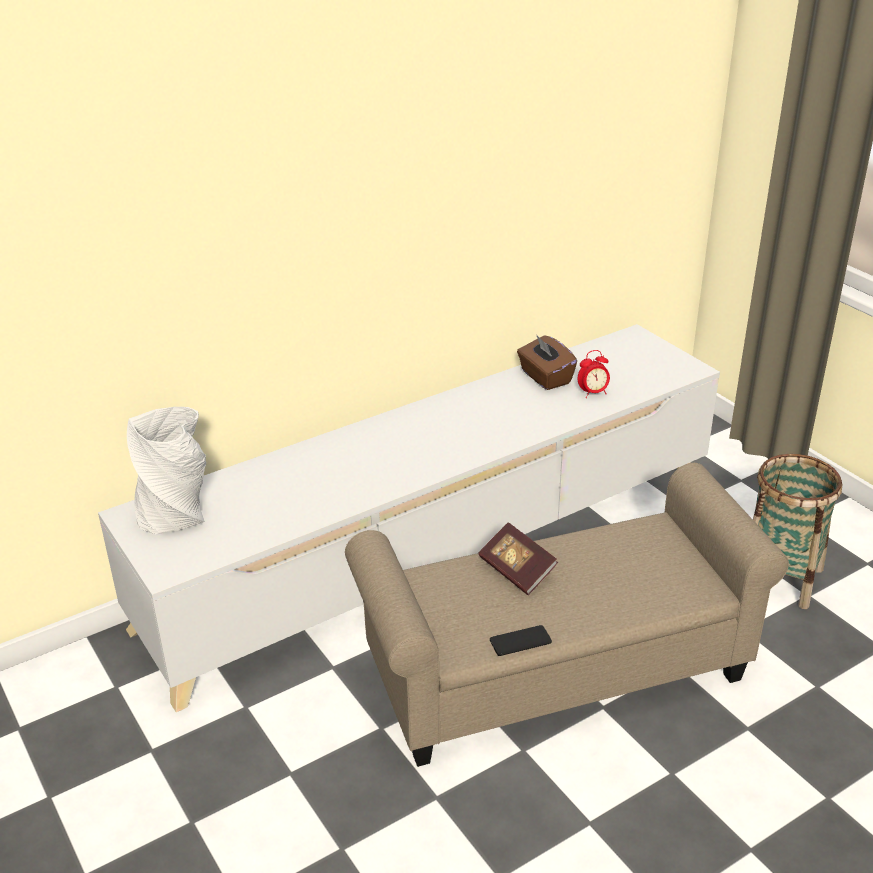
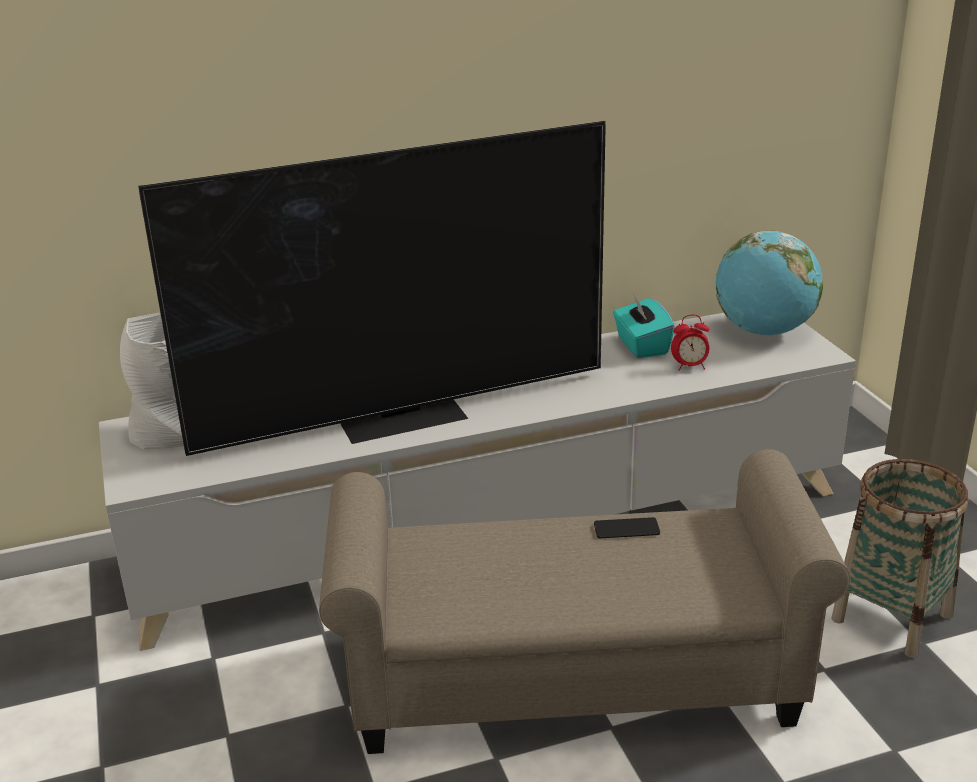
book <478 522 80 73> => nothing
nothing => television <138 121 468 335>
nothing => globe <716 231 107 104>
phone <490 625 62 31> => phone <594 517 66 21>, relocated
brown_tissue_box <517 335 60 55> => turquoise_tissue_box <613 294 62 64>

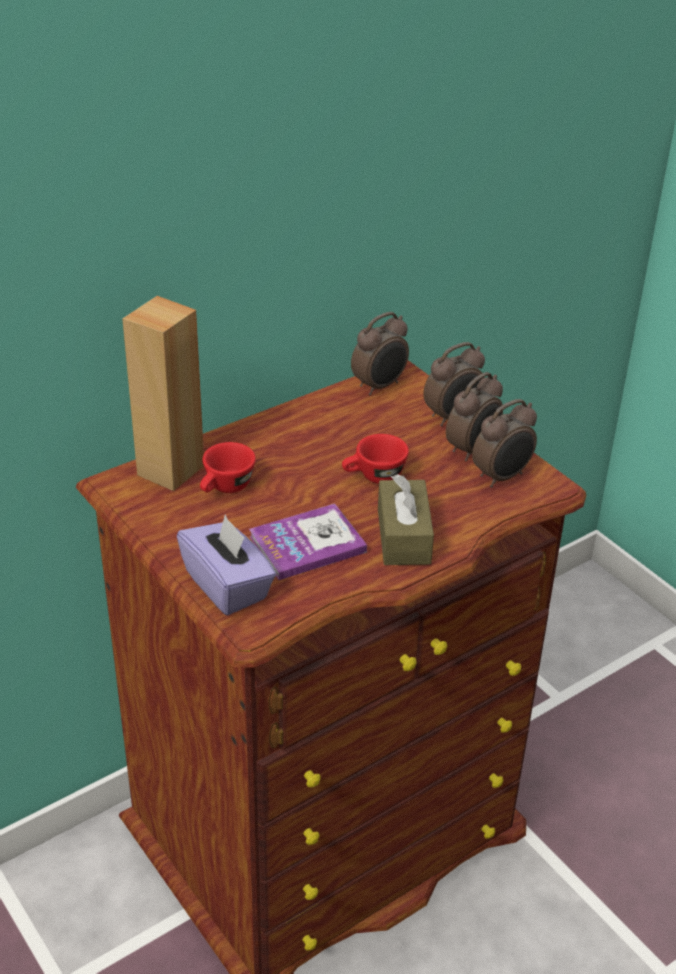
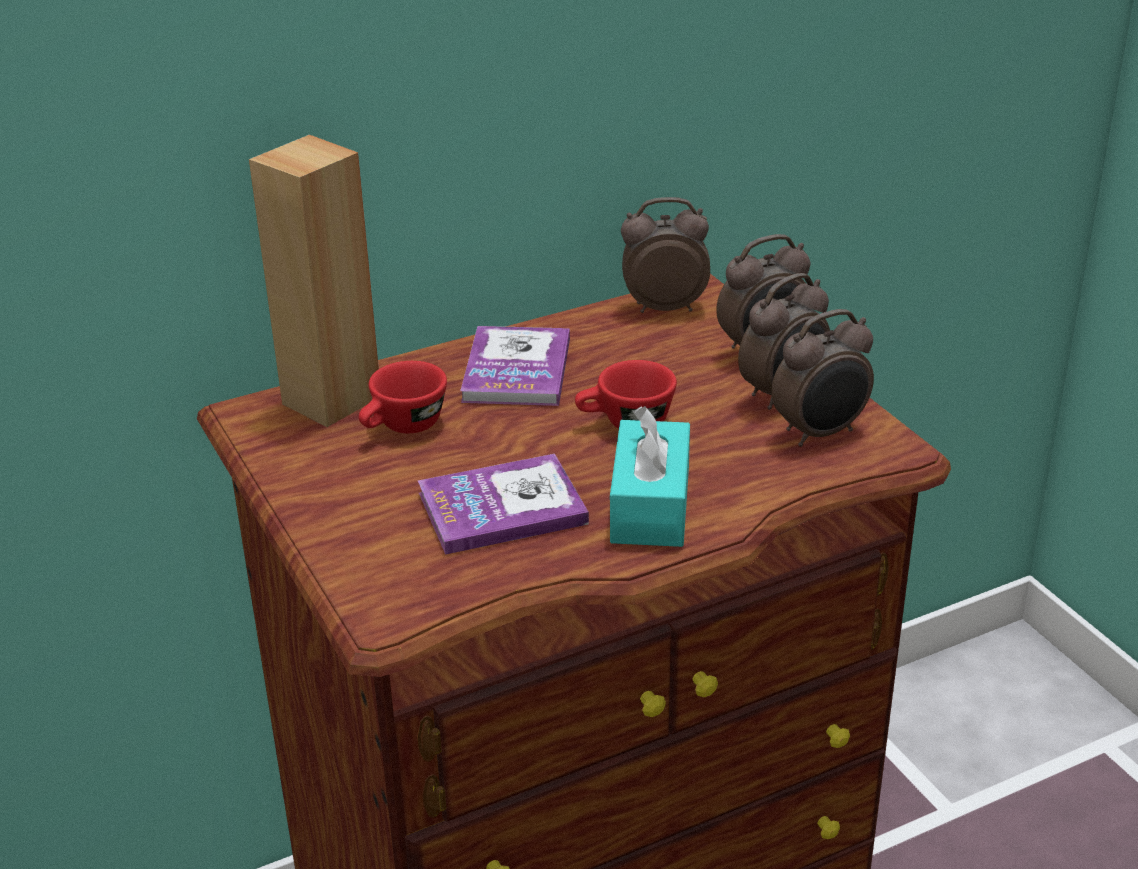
purple_tissue_box <177 514 99 101> => nothing
nothing => book <460 326 110 80>
brown_tissue_box <378 474 56 91> => turquoise_tissue_box <610 406 80 141>
alarm_clock <351 312 58 84> => alarm_clock <621 197 89 116>, 150 degrees counterclockwise

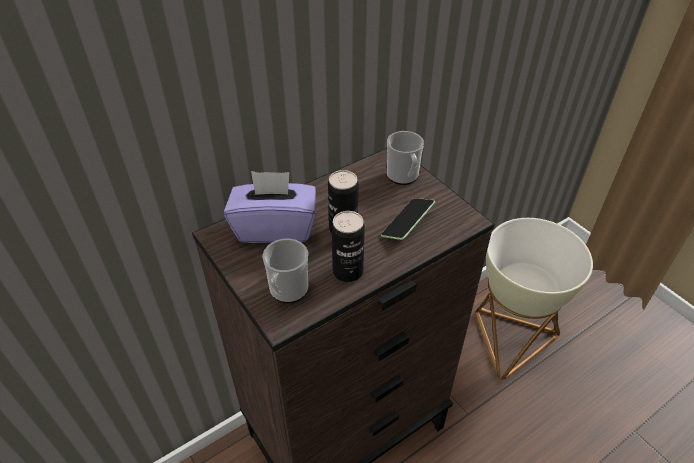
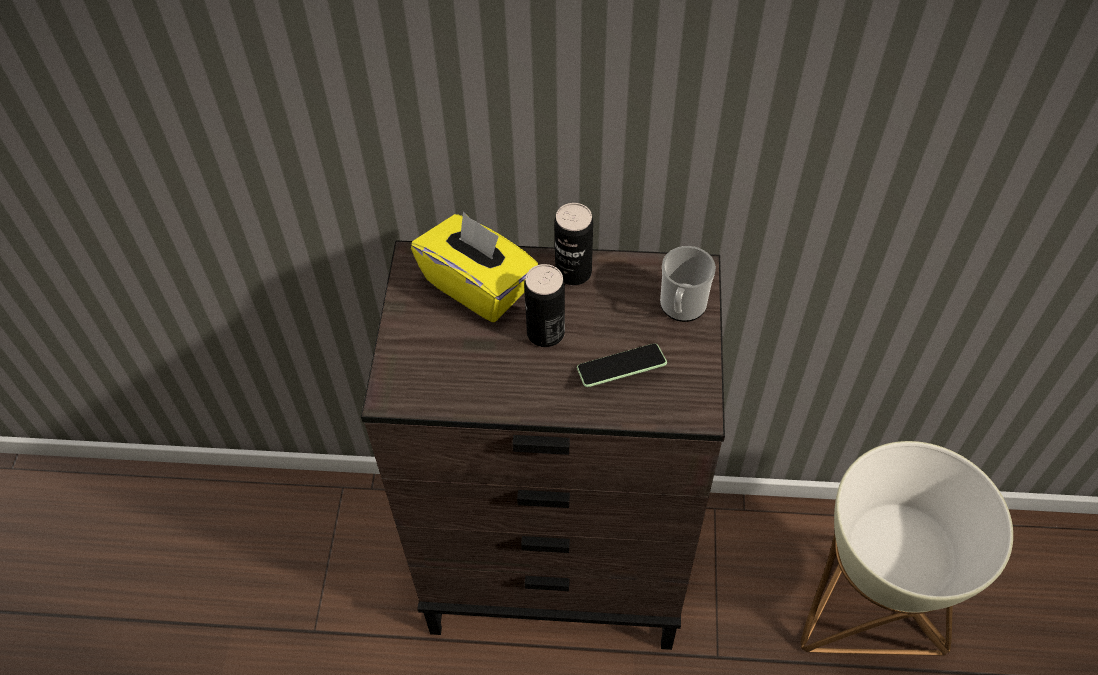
mug <263 239 45 64> => nothing
can <332 211 33 71> => can <555 203 38 82>, relocated
purple_tissue_box <224 171 92 72> => yellow_tissue_box <411 211 127 111>

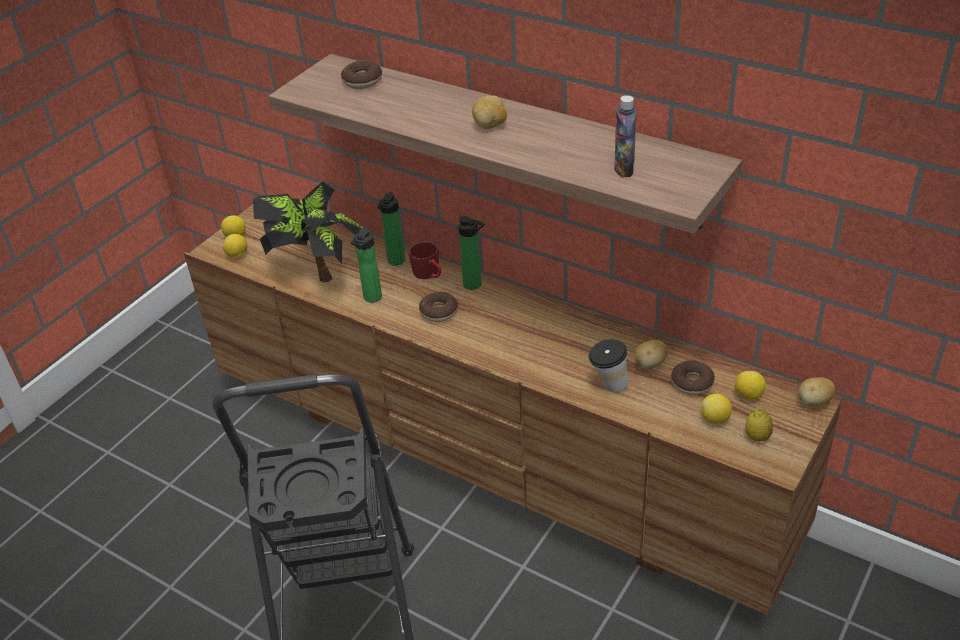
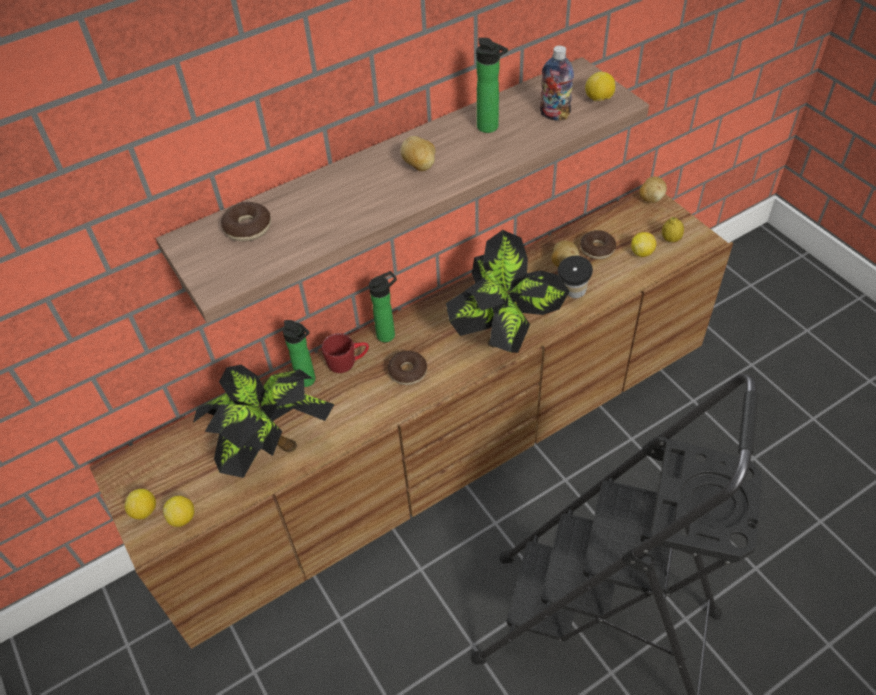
nothing => potted_plant <446 230 124 123>
bottle <351 227 31 76> => bottle <476 38 32 95>, relocated
lemon <735 371 31 29> => lemon <585 72 30 29>, relocated

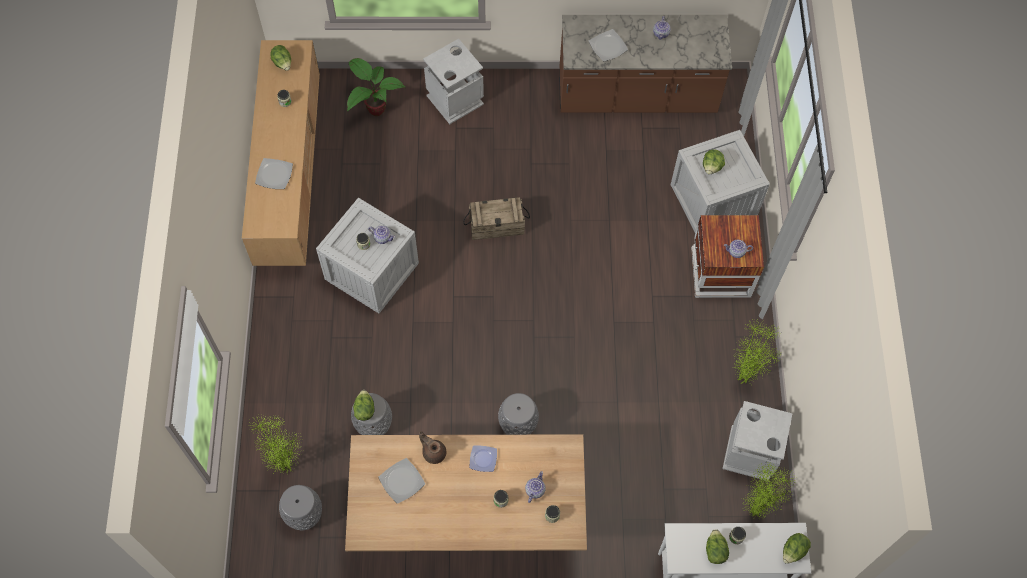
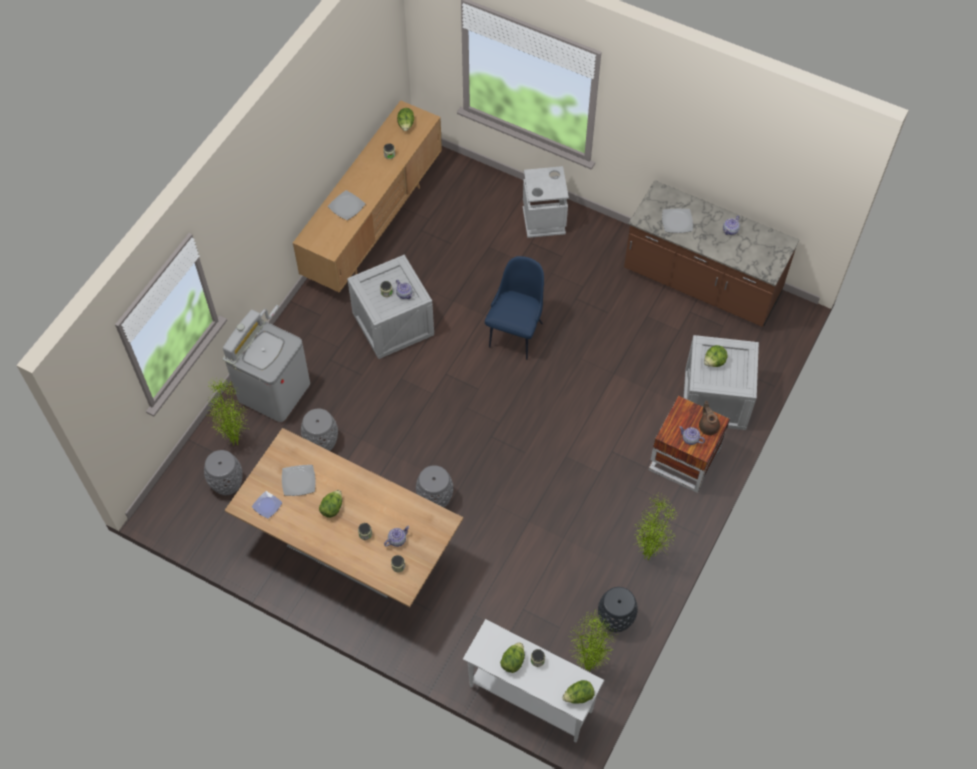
potted_plant <347 58 58 58> => nothing
nothing => grey_washing_machine <223 305 87 117>
lettuce <353 390 22 31> => lettuce <319 490 23 28>, relocated
brown_teapot <419 431 27 33> => brown_teapot <699 401 21 34>, relocated
plate <470 445 27 27> => plate <252 491 30 28>, relocated
crate <464 197 66 43> => blue_chair <485 256 59 104>
grey_trash_can <722 401 71 80> => black_stool <598 587 40 45>

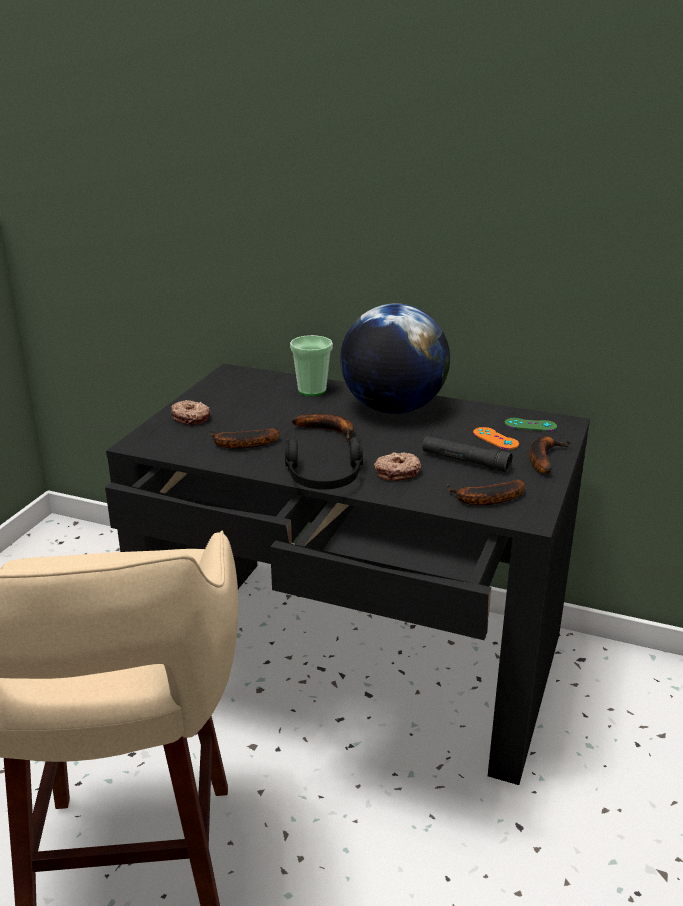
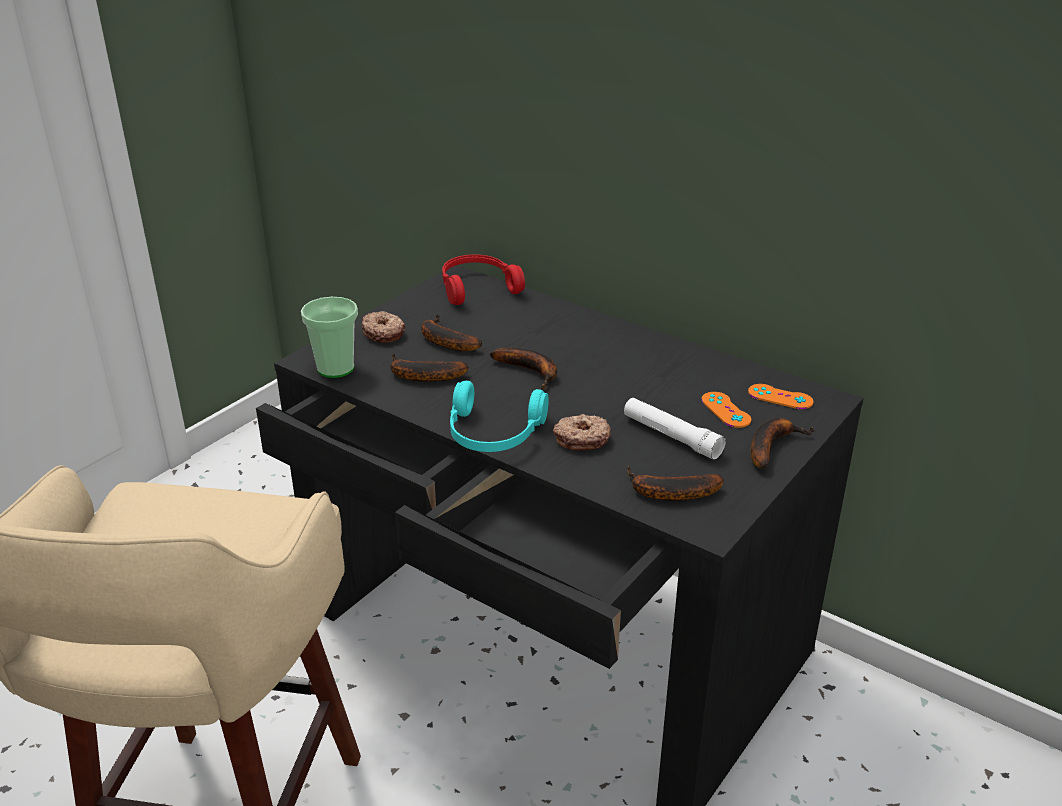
globe <340 304 110 110> => nothing
nothing => banana <421 315 61 36>
nothing => red_headphones <442 254 83 51>
cup <290 335 43 61> => cup <301 297 57 81>, relocated
black_headphones <285 437 78 52> => turquoise_headphones <450 381 99 71>
black_flashlight <422 436 90 37> => white_flashlight <624 398 102 62>
green_game_controller <505 418 52 13> => orange_game_controller <748 384 66 25>

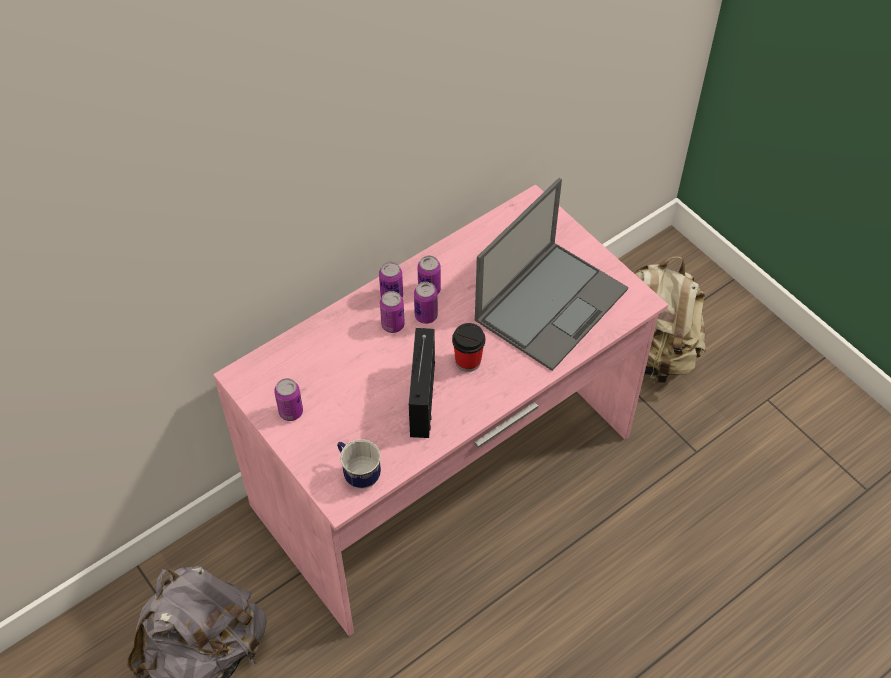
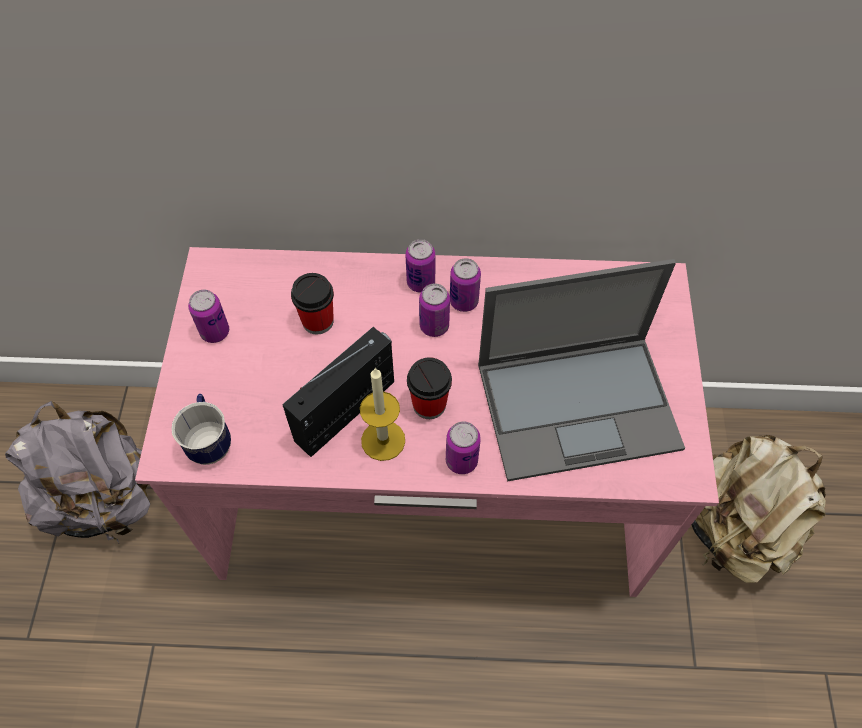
nothing => cup <291 273 43 62>
nothing => candle <360 368 45 93>
can <380 291 25 42> => can <446 422 35 52>, relocated

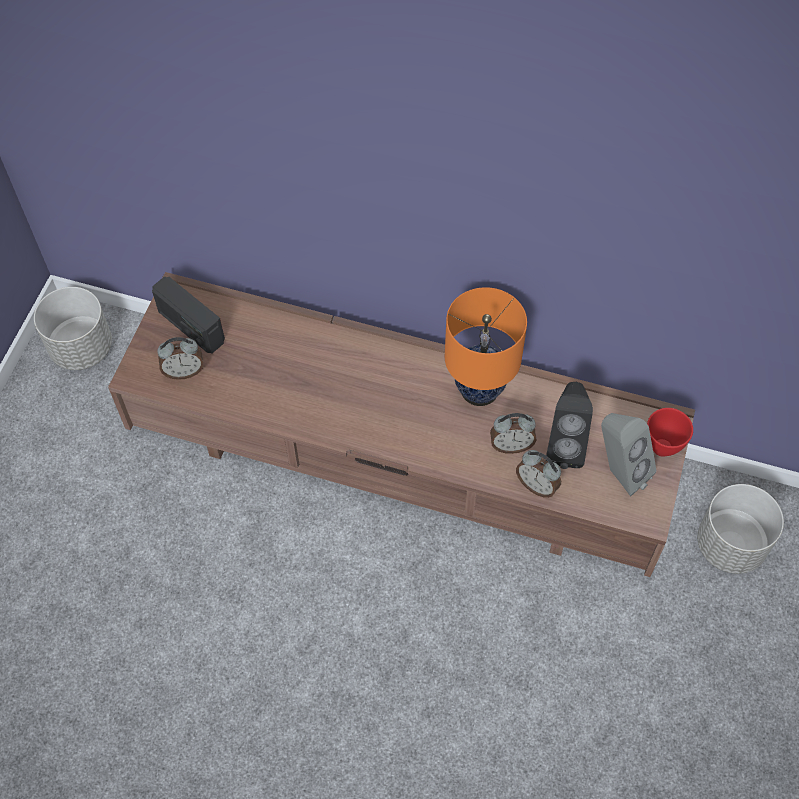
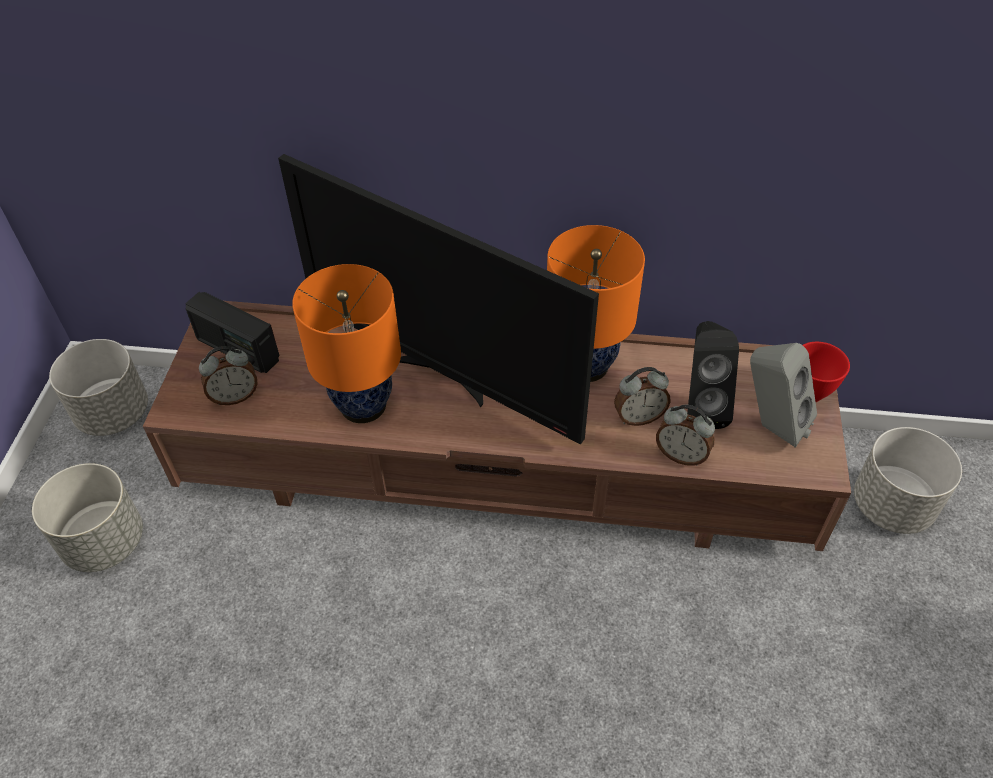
nothing => grey_planter <32 463 111 109>
nothing => television <278 154 321 290>
nothing => orange_table_lamp <292 264 109 159>

